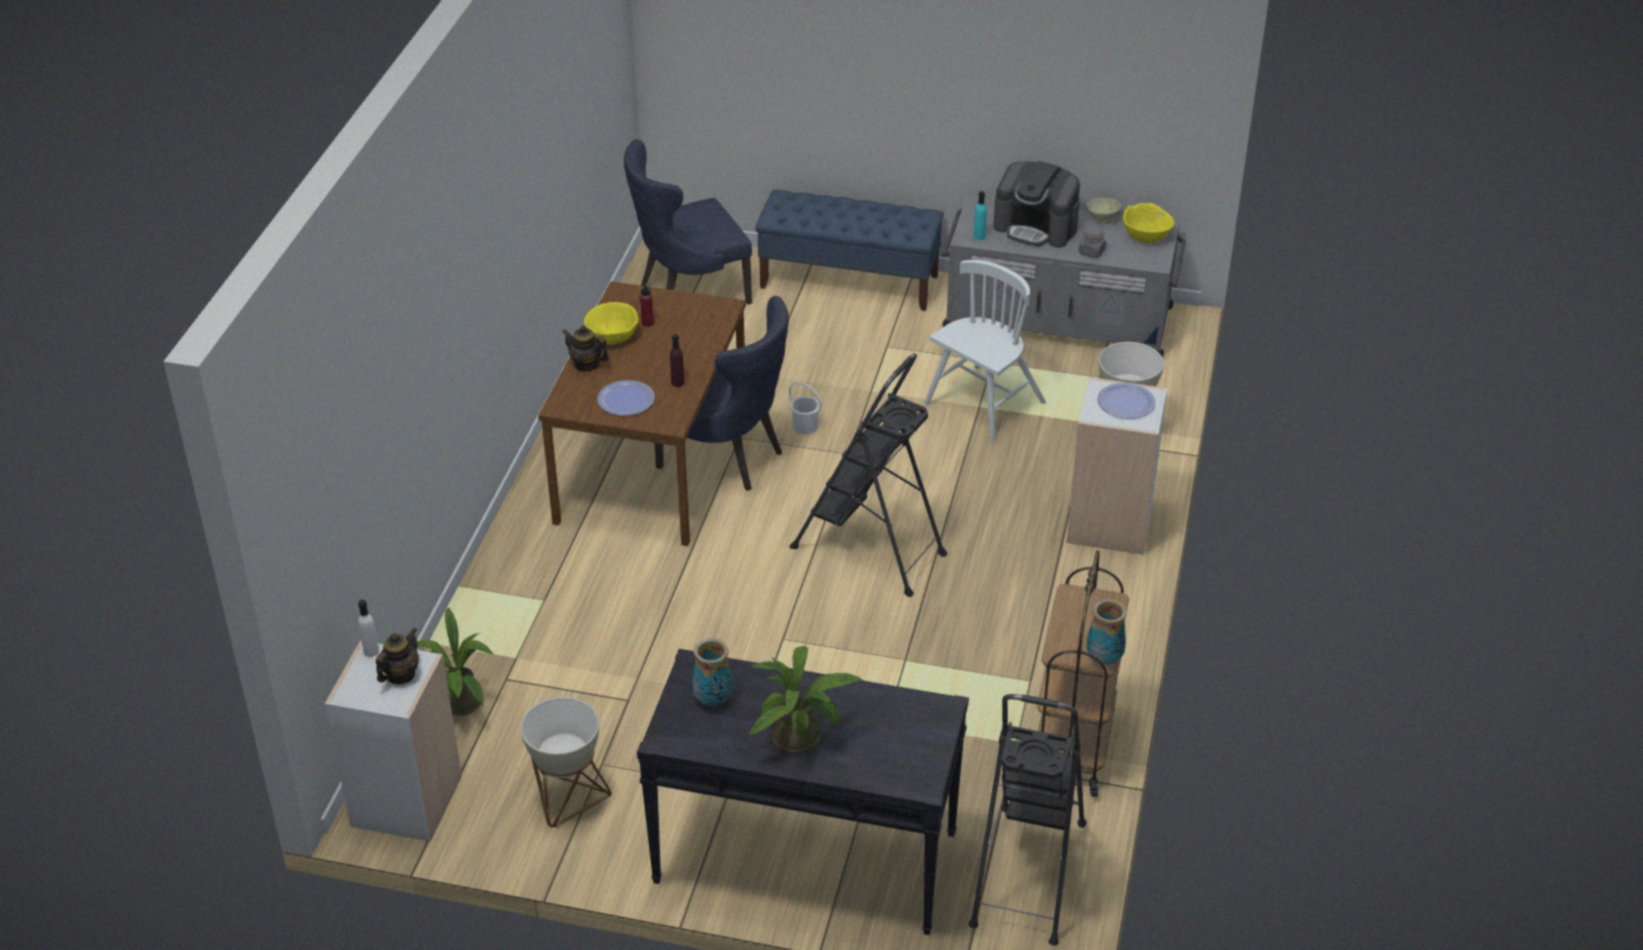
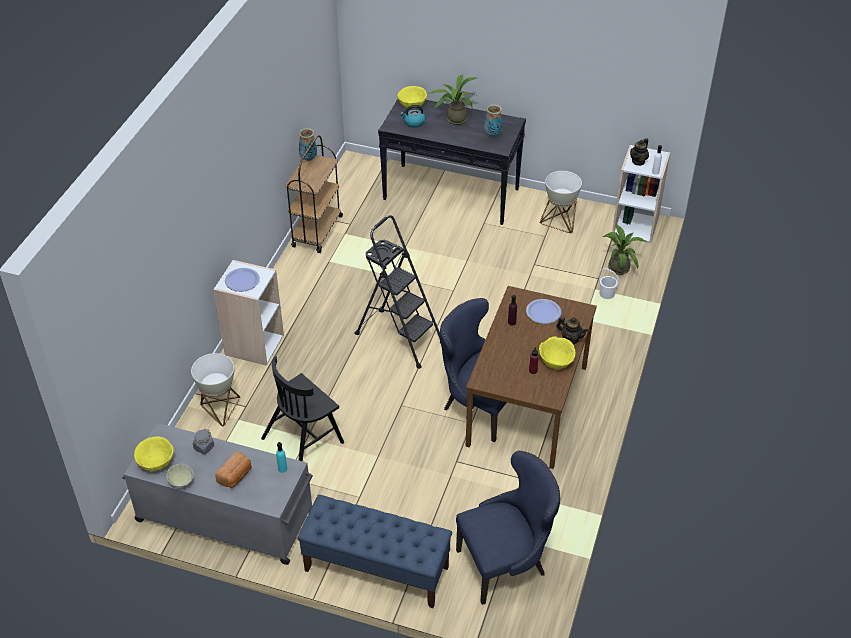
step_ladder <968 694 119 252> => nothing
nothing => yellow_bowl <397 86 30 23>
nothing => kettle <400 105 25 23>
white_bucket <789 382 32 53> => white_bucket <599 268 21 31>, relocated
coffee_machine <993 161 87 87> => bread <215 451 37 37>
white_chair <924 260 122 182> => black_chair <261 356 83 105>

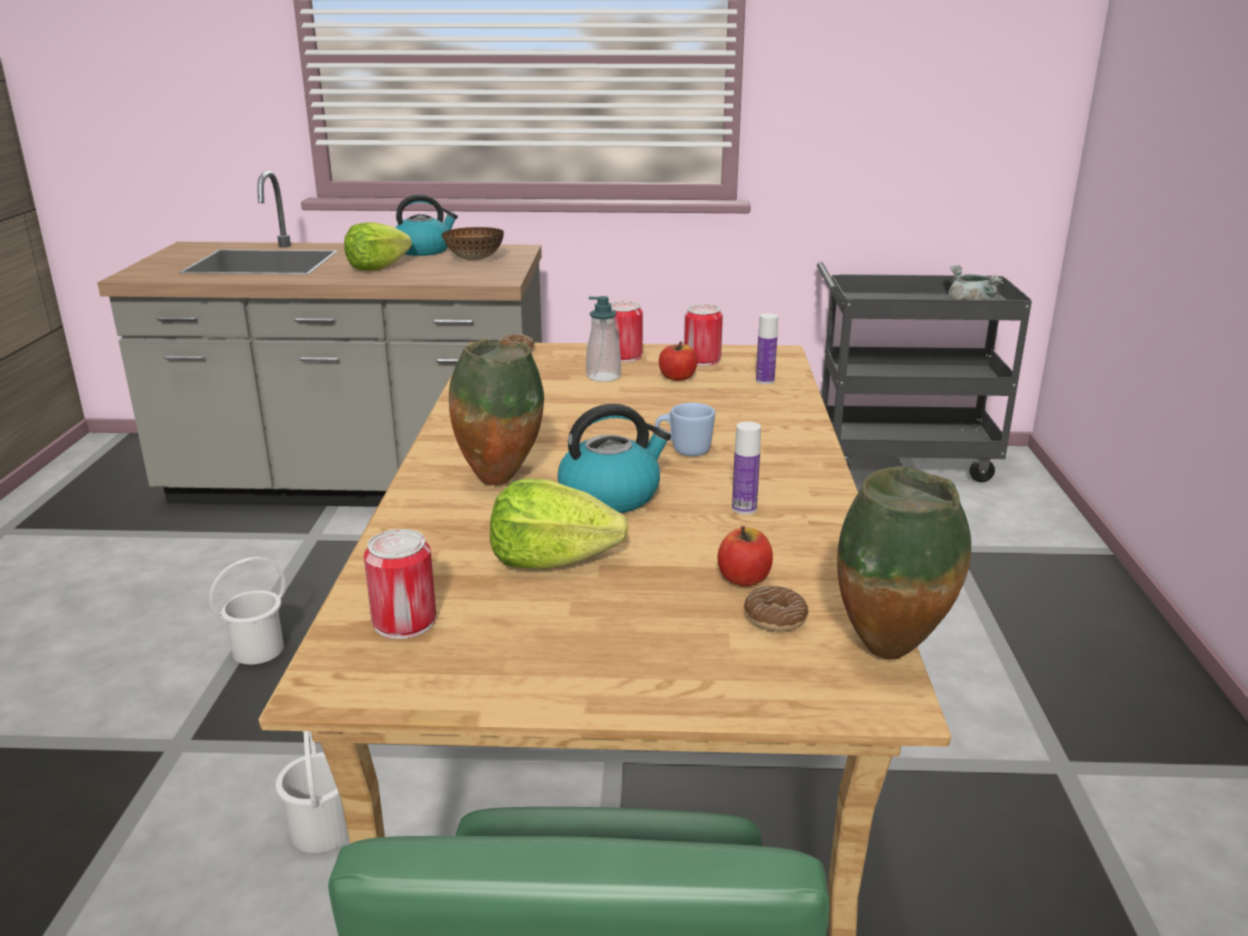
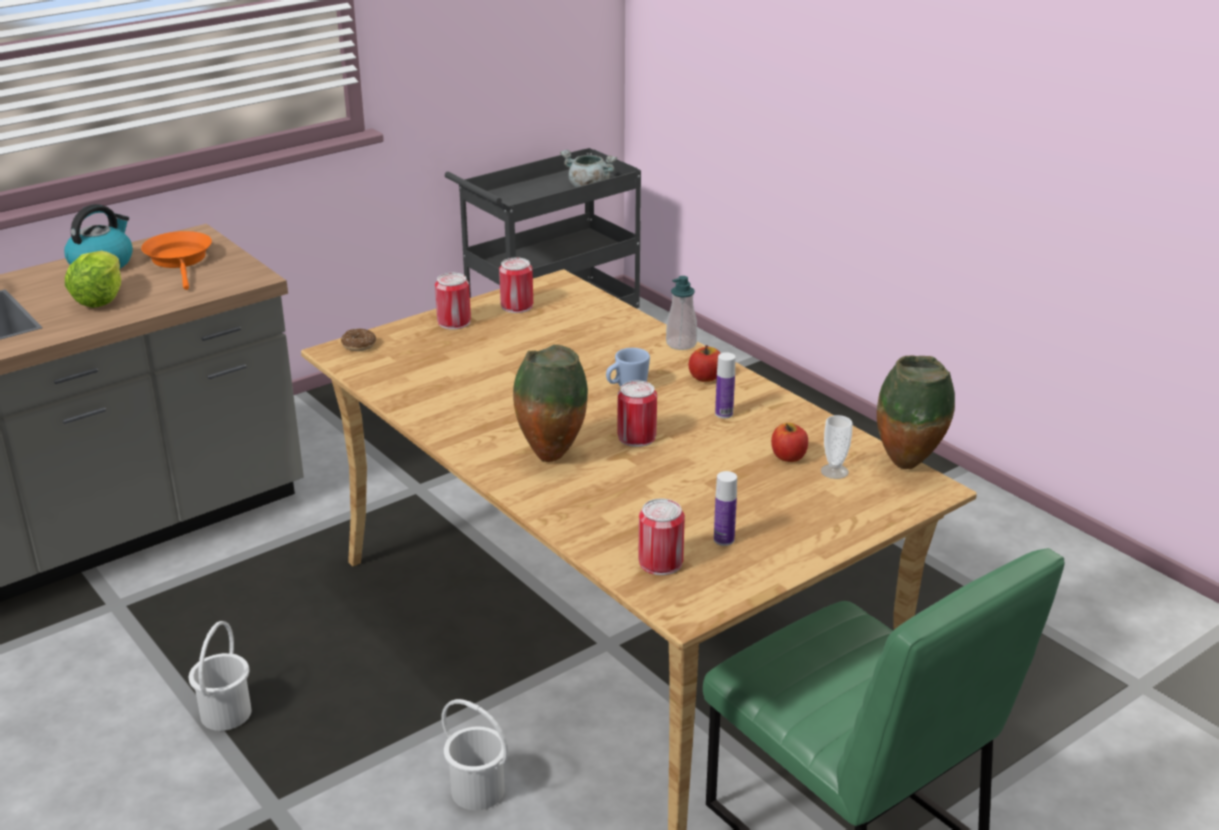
lettuce <490 478 138 91> => nothing
soap_dispenser <586 296 35 86> => soap_dispenser <666 276 31 74>, relocated
apple <659 341 38 40> => apple <689 345 32 37>, relocated
bottle <756 313 22 71> => bottle <714 471 23 75>, relocated
bowl <441 227 63 34> => orange_frying_pan <141 231 71 59>
kettle <558 404 113 109> => can <618 381 39 66>
donut <744 586 65 45> => cup <821 415 32 64>

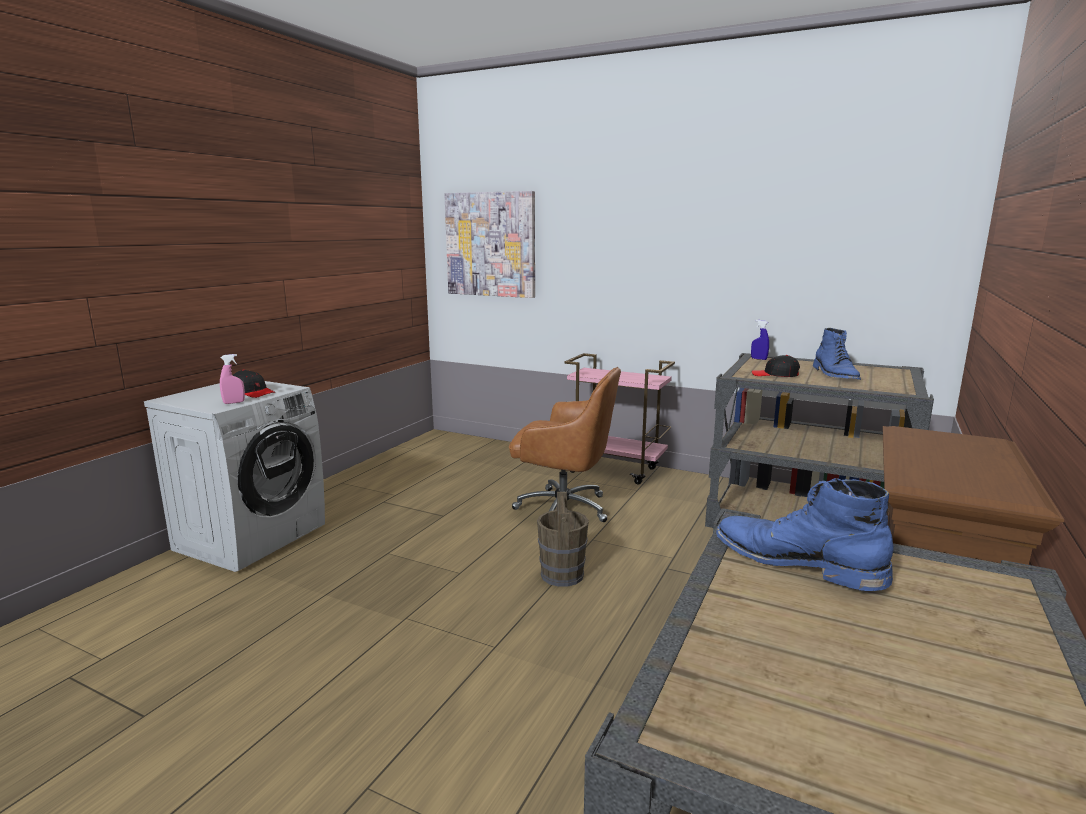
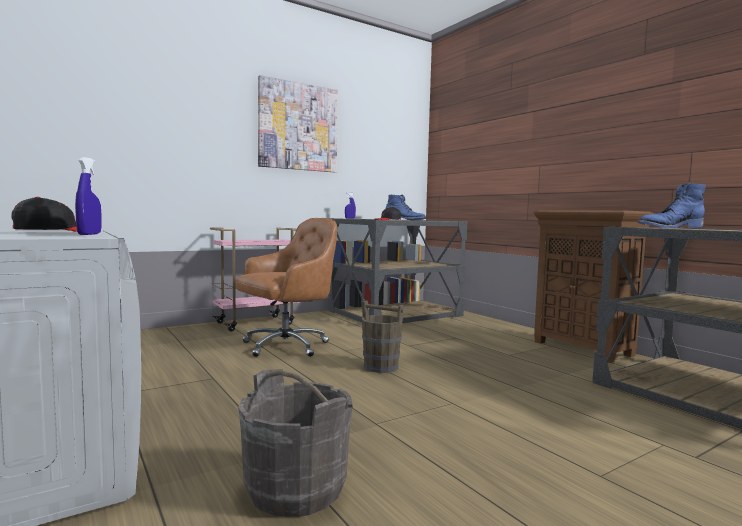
nothing => grey_bucket <238 369 114 148>
picture <444 191 91 107> => picture <258 75 80 97>, relocated
pink_spray_bottle <220 354 25 50> => blue_spray_bottle <75 157 27 78>

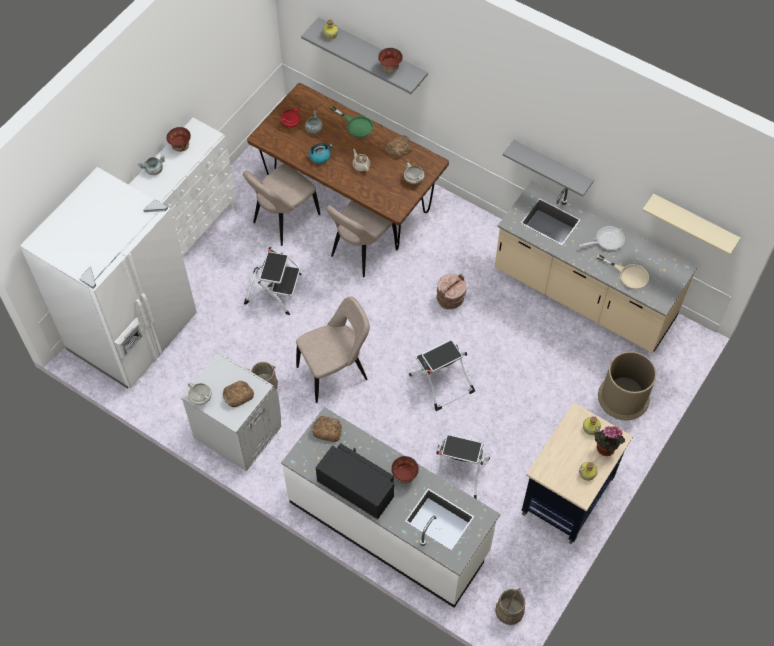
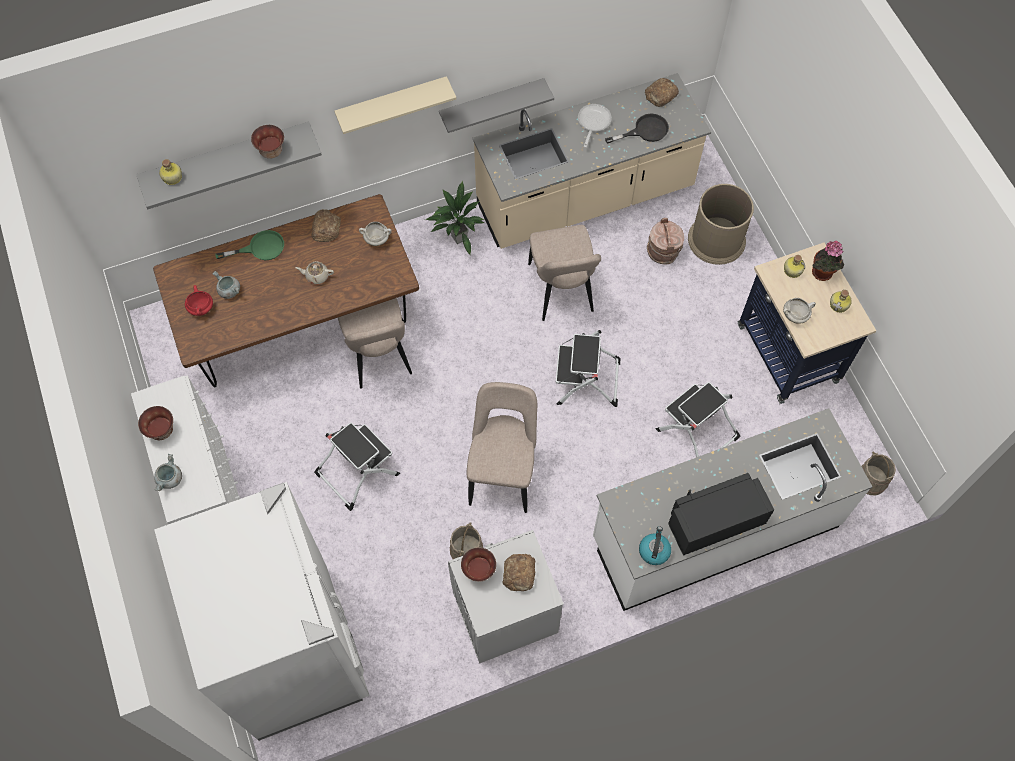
nothing => potted_plant <425 181 59 74>
white_cooking_pot <188 382 24 23> => white_cooking_pot <783 298 33 26>, relocated
beige_chair <243 164 77 82> => beige_chair <528 225 73 96>, relocated
kettle <309 143 24 21> => kettle <639 526 32 39>, relocated
bread <311 416 31 26> => bread <645 78 34 29>, relocated
bowl <391 456 28 28> => bowl <461 547 35 35>, relocated
brown_bucket <437 274 29 35> => brown_bucket <647 218 37 47>, relocated
beige_shelf <642 194 99 61> => beige_shelf <334 76 122 58>, relocated
beige_frying_pan <597 254 52 35> => black_frying_pan <605 114 64 30>

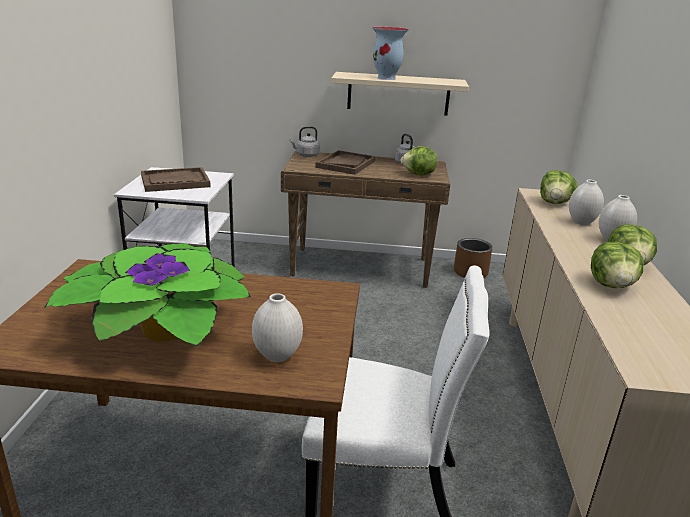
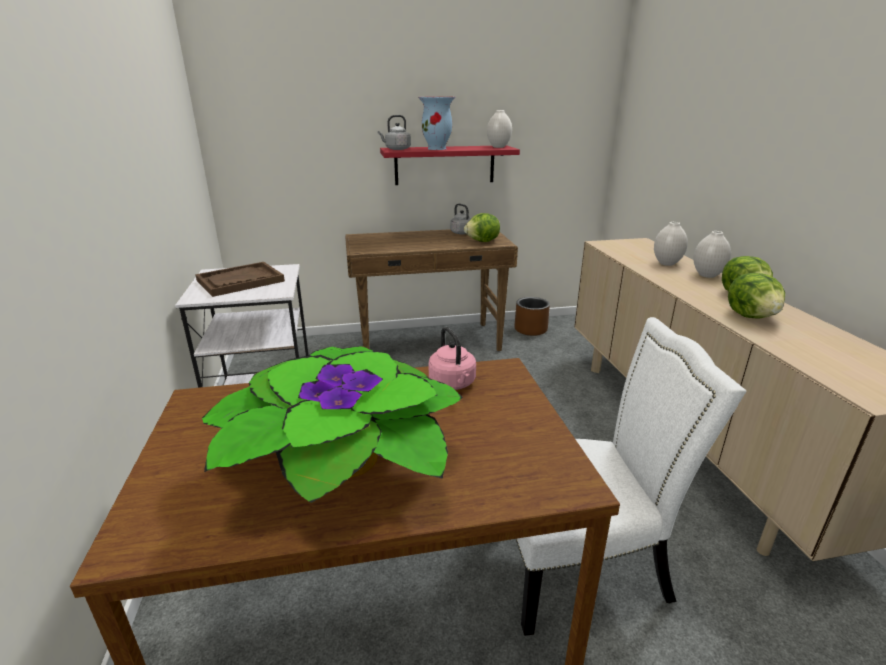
brown_tray <316 150 60 25> => nothing
lettuce <540 170 37 34> => nothing
nothing => pink_kettle <429 327 47 63>
white_vase <252 293 51 69> => white_vase <487 110 25 38>, relocated
grey_kettle <290 126 30 31> => grey_kettle <378 115 33 35>, relocated
beige_shelf <331 72 138 44> => red_shelf <380 145 140 40>

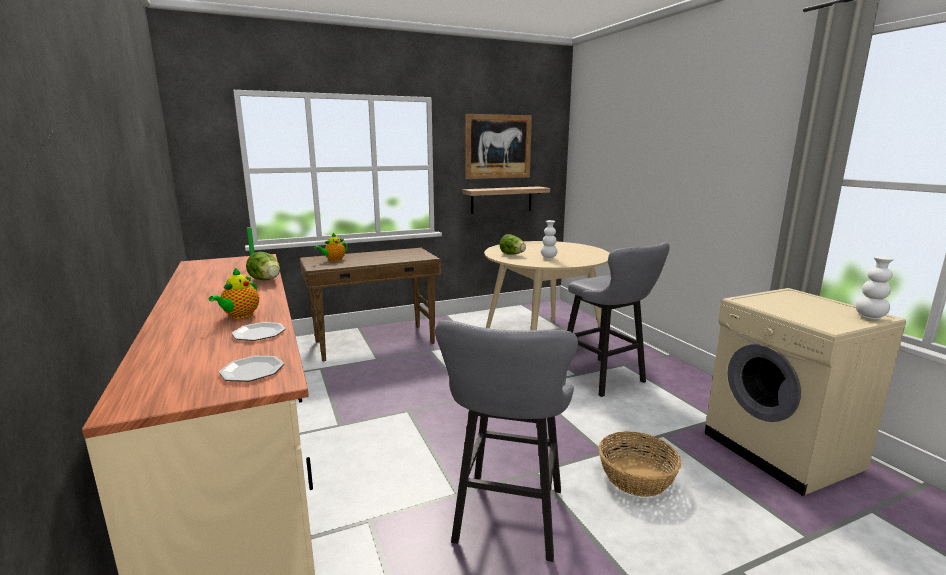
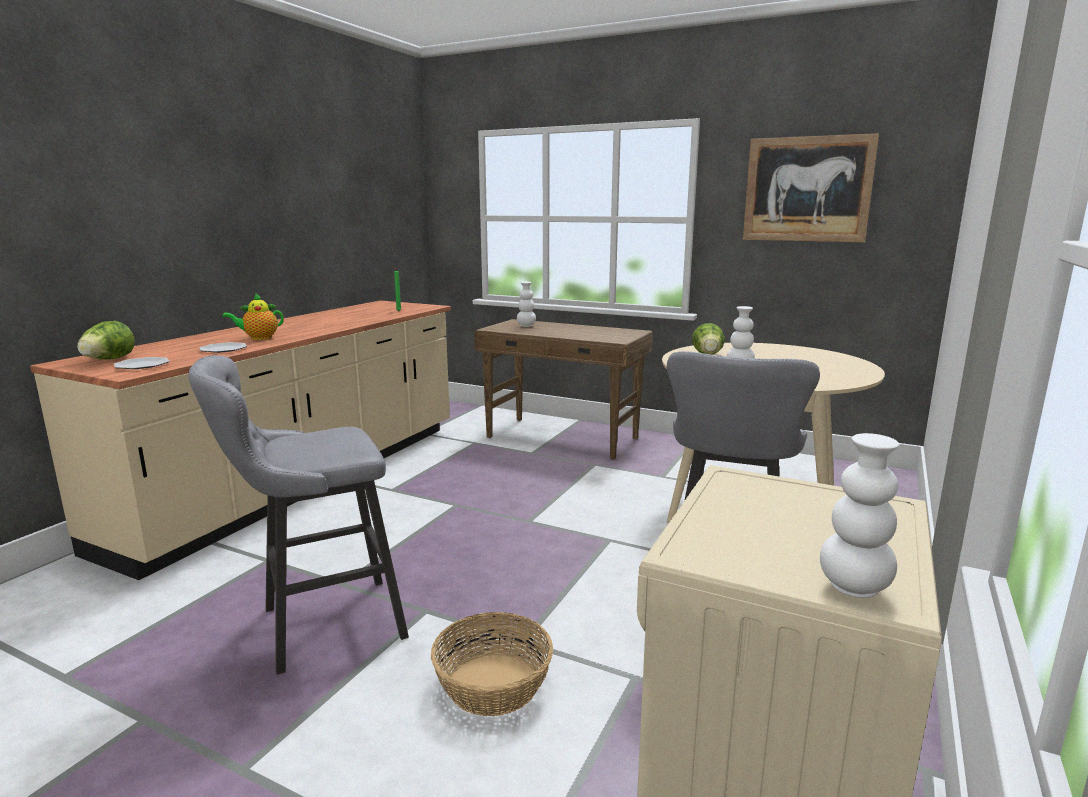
shelf <462 186 88 28> => nothing
lettuce <246 251 34 29> => lettuce <77 321 58 38>, relocated
teapot <314 233 34 29> => white_vase <517 282 19 45>

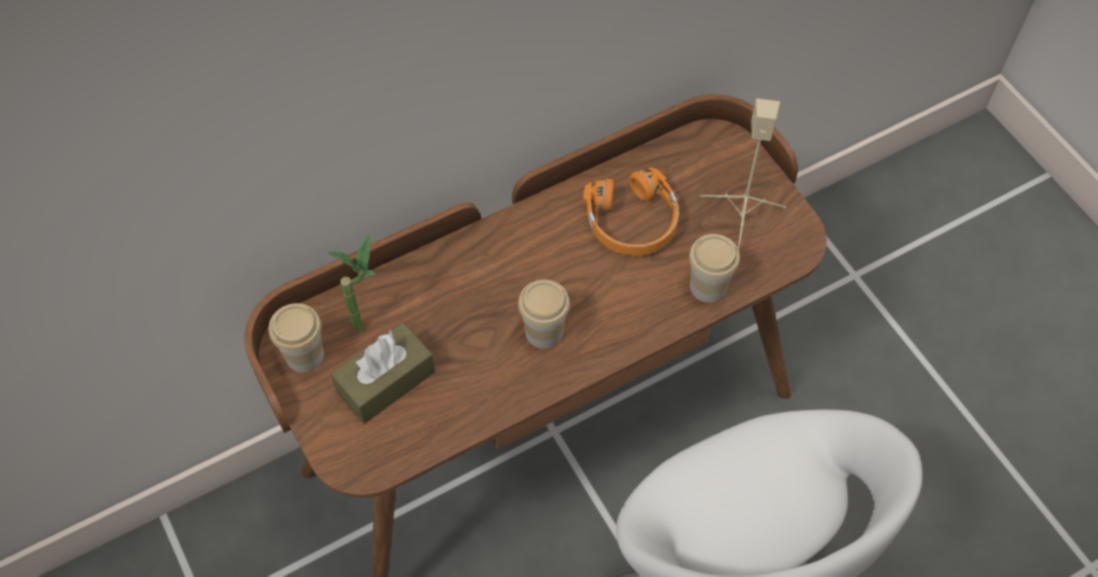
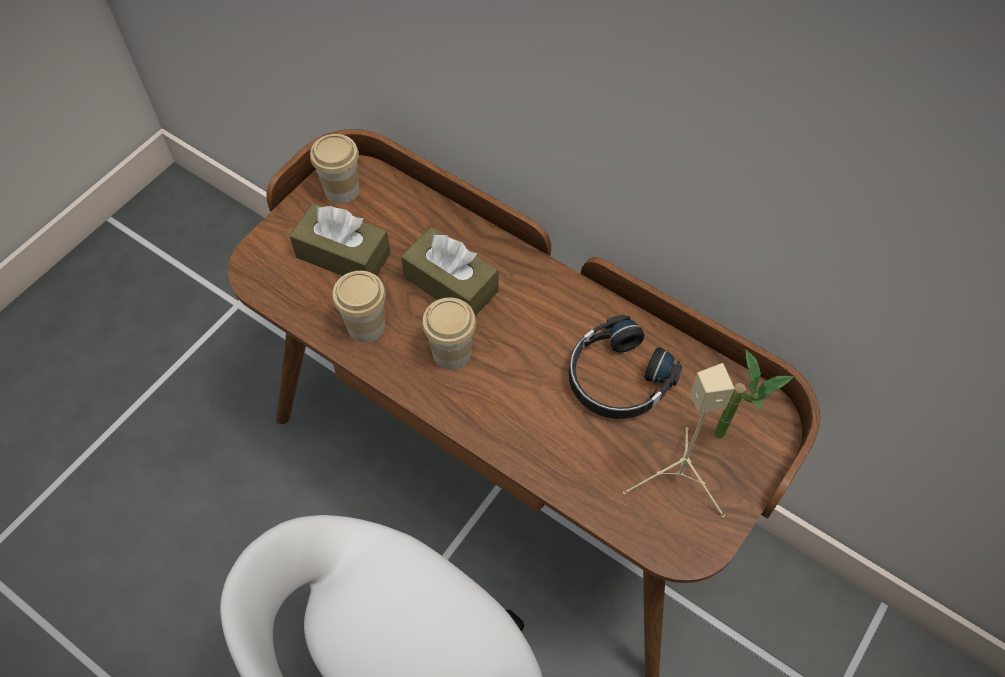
nothing => brown_tissue_box <401 227 98 89>
potted_plant <327 234 49 98> => potted_plant <714 350 80 88>, relocated
cup <689 234 51 69> => cup <332 271 54 72>, relocated
orange_headphones <583 167 96 89> => black_headphones <568 315 115 104>

